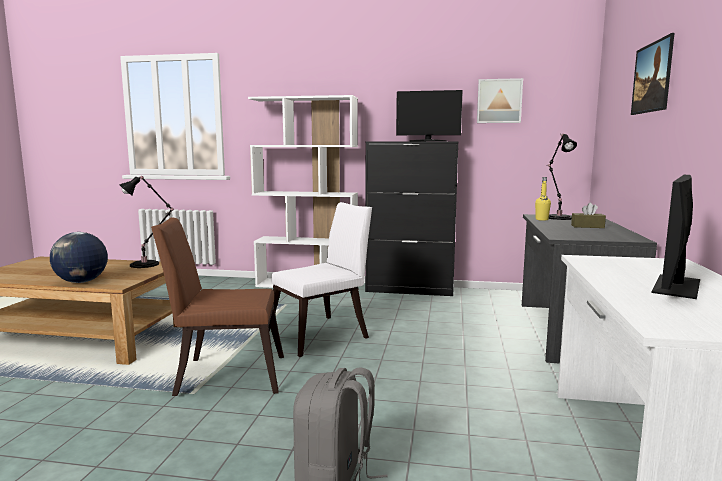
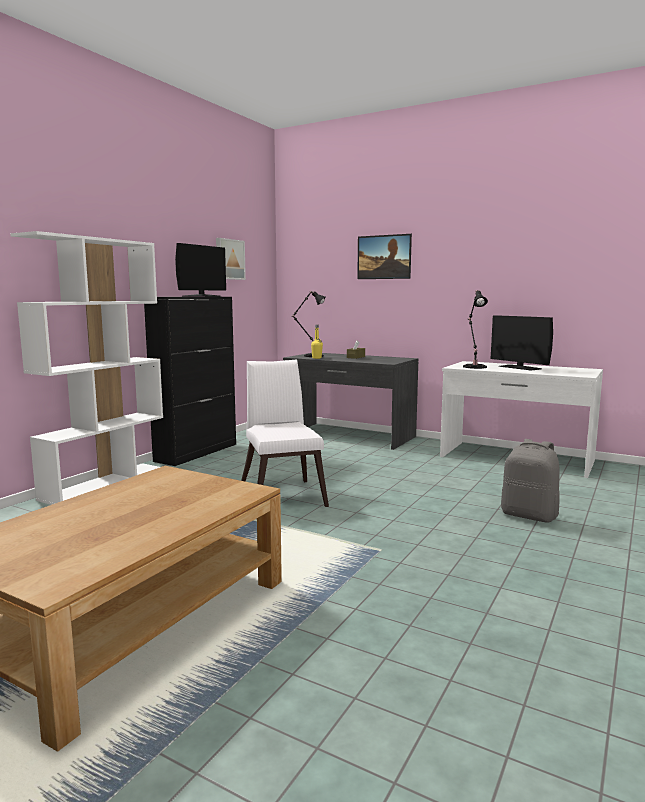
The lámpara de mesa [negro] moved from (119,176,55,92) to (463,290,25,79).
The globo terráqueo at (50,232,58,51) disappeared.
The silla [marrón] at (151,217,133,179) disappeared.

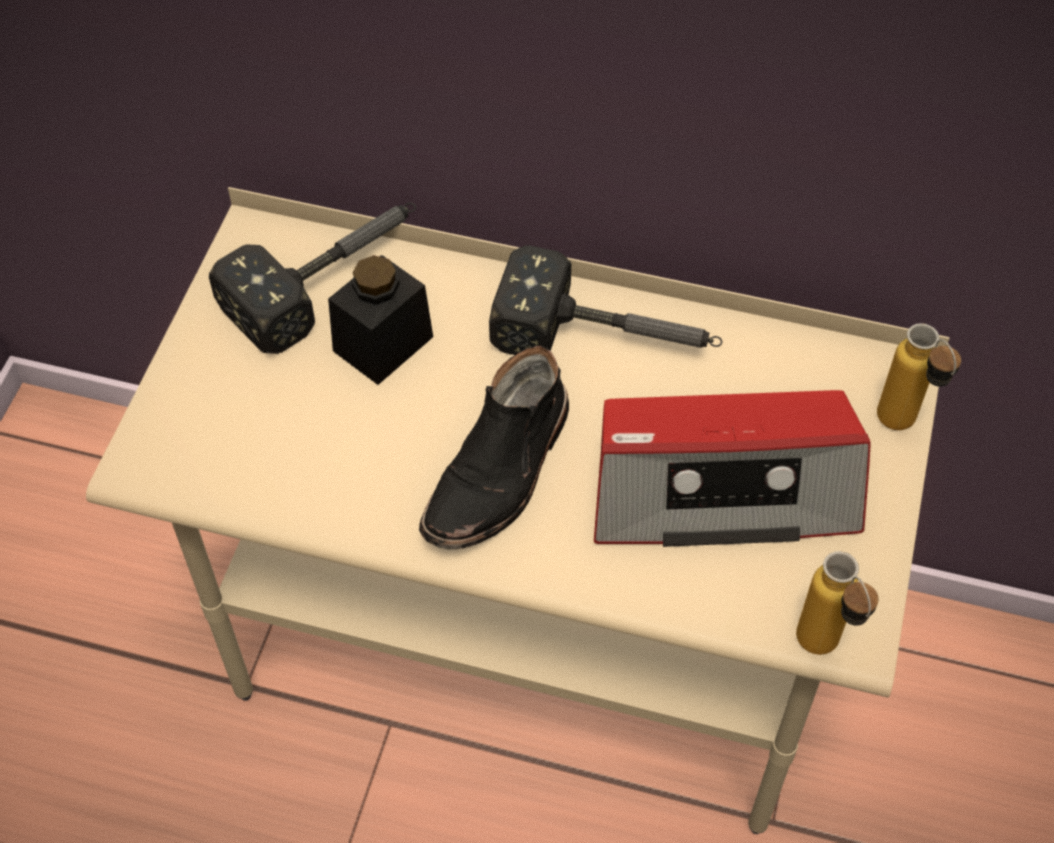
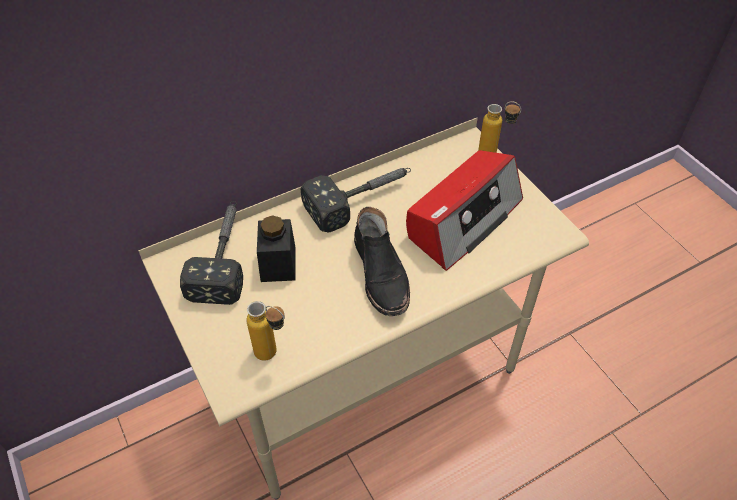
The botella moved from (796,551,83,104) to (246,301,39,60).

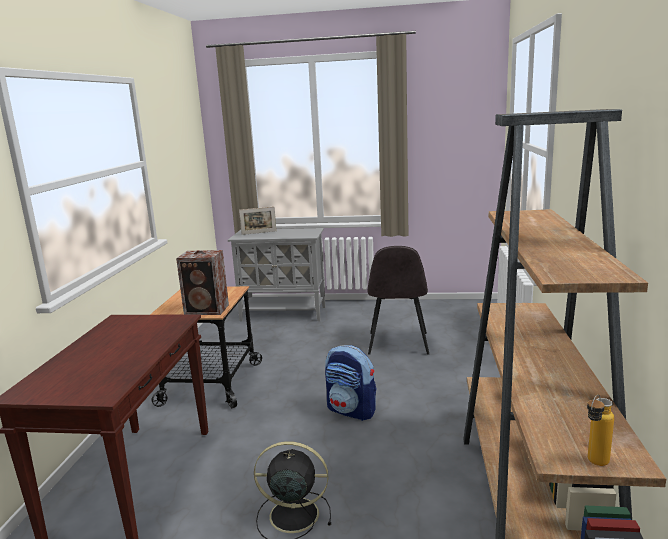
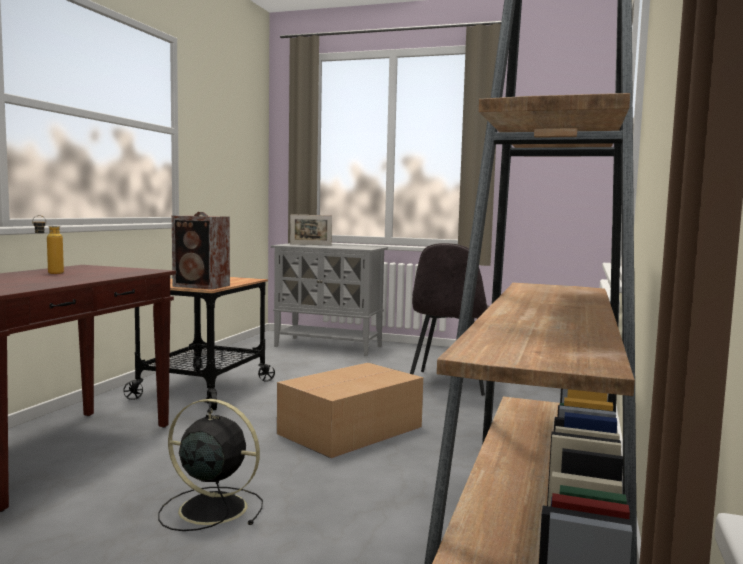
The botella moved from (587,394,27,72) to (32,215,32,59).
The mochila at (325,345,52,76) was replaced by the caja de cartón at (277,363,146,95).

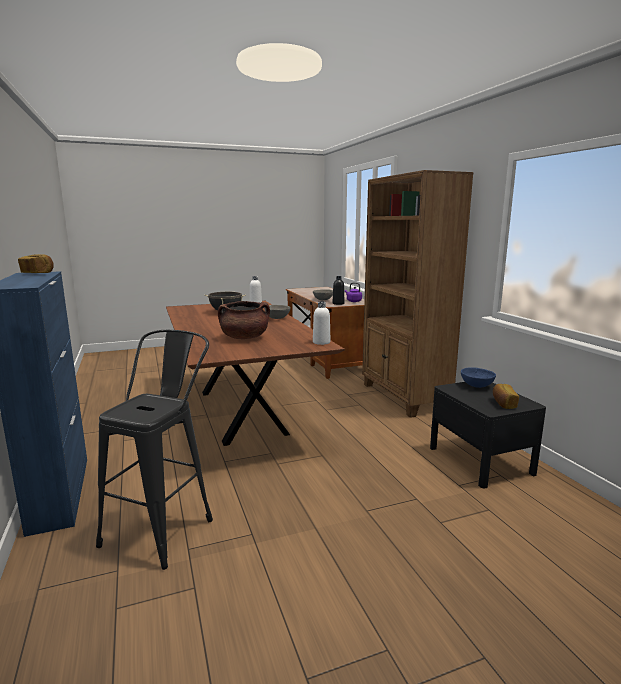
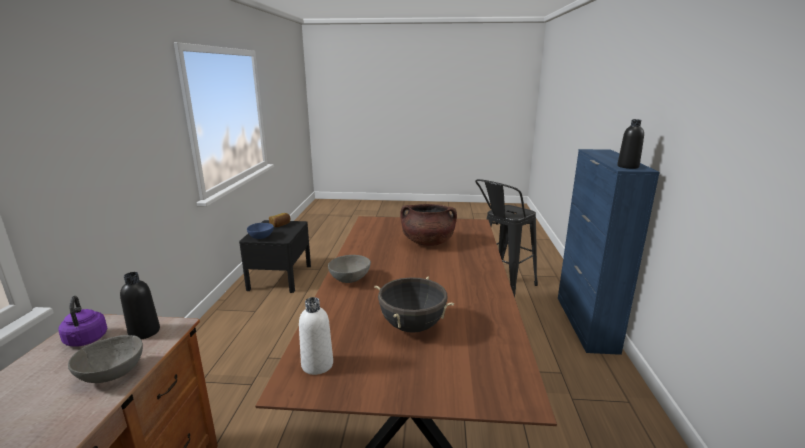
The pan at (18,254,36,19) was replaced by the botella [negro] at (617,119,27,50).
The botella [blanco] at (313,301,17,44) disappeared.
The estantería [marrón] at (362,170,112,248) disappeared.

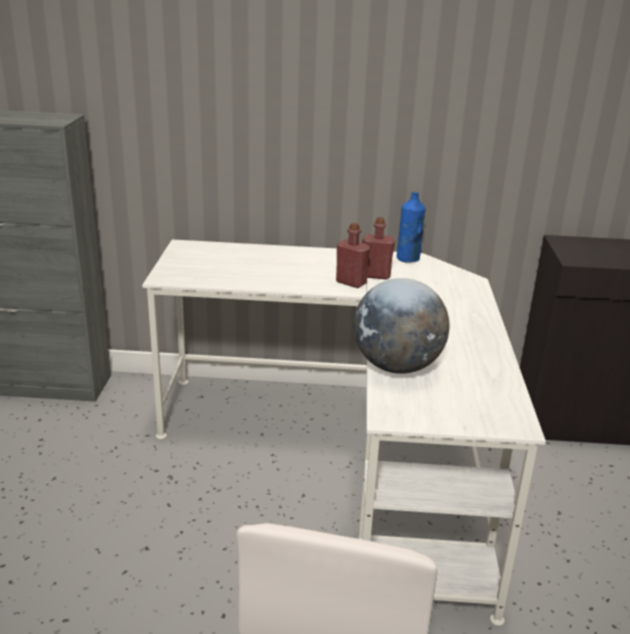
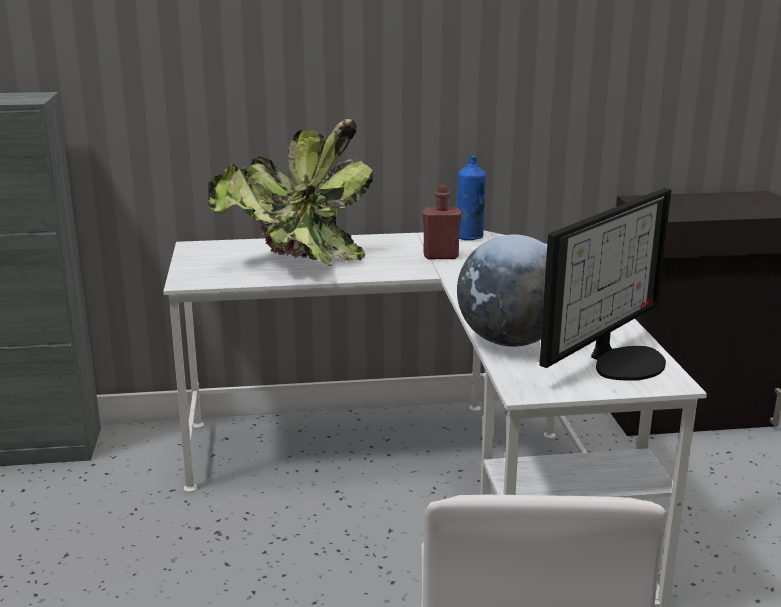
The planta en maceta at (208,119,165,148) appeared.
The monitor at (539,188,132,193) appeared.
The botella [rojo] at (336,223,34,65) disappeared.

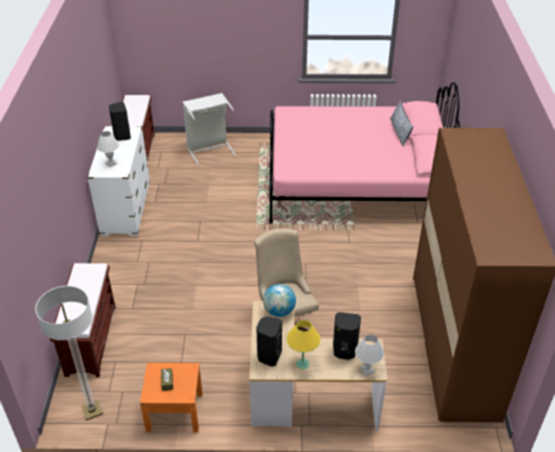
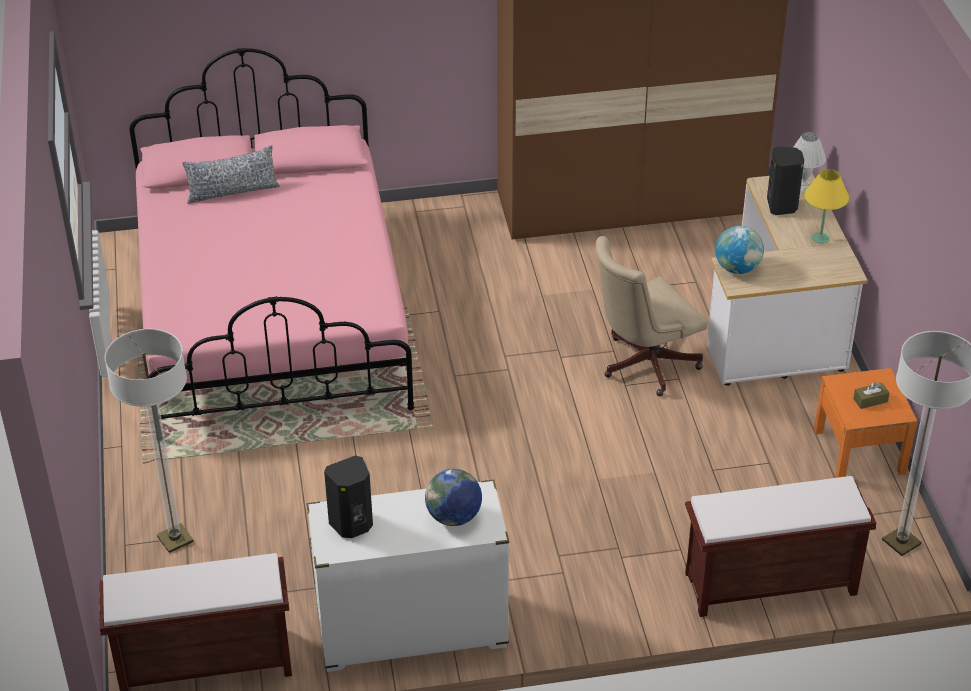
The cesto de la ropa [gris] at (183,93,53,73) was replaced by the lámpara de pie at (105,329,89,224).
The lámpara de mesa [blanco] at (97,131,22,36) was replaced by the globo terráqueo at (425,469,57,57).
The altavoz [negro] at (256,316,26,51) disappeared.

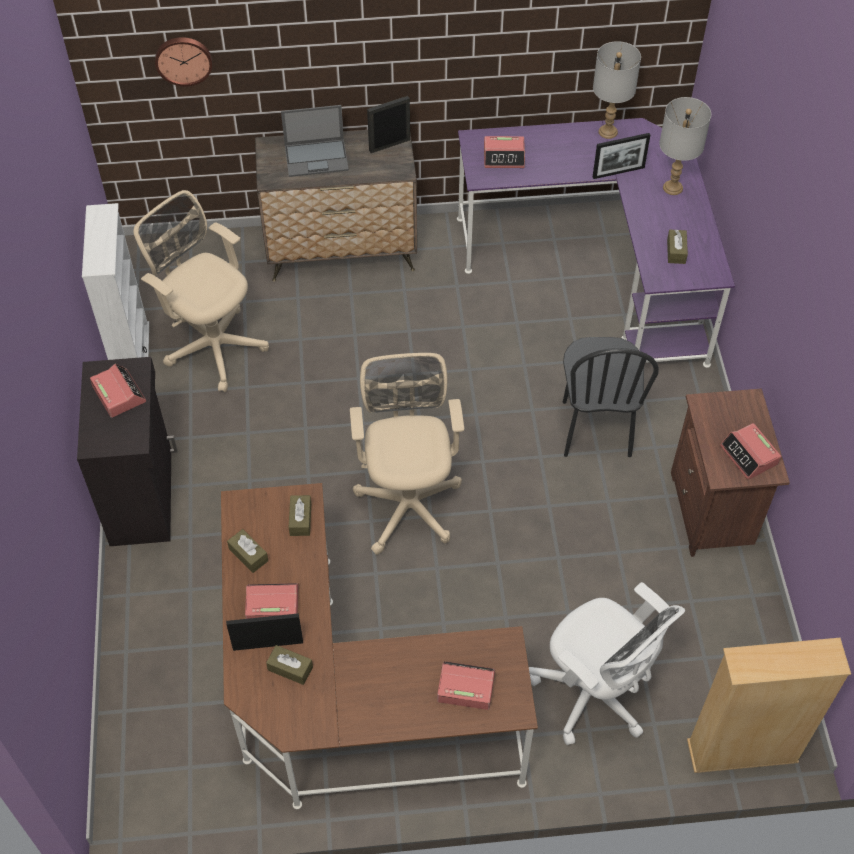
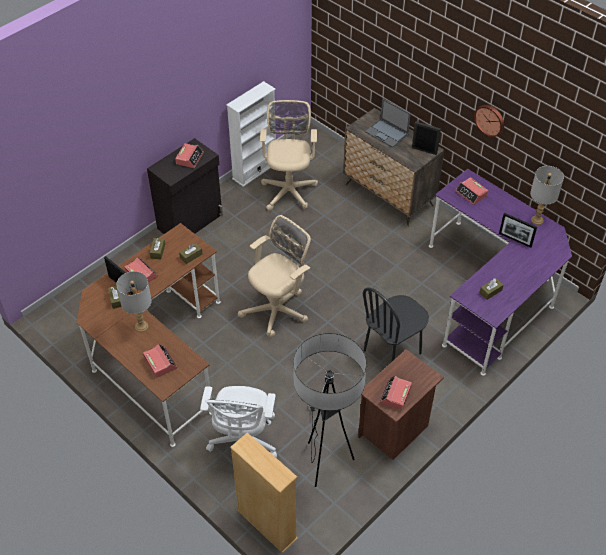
The lámpara de mesa [gris] moved from (659,97,52,98) to (116,271,36,61).
The lámpara de pie at (293,333,74,154) appeared.
The reloj de pared moved from (155,37,57,49) to (474,105,30,32).

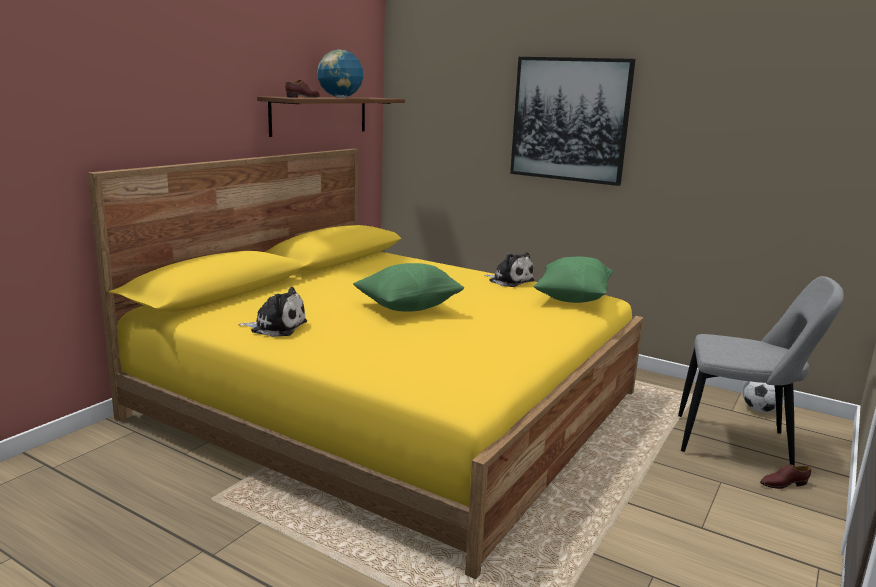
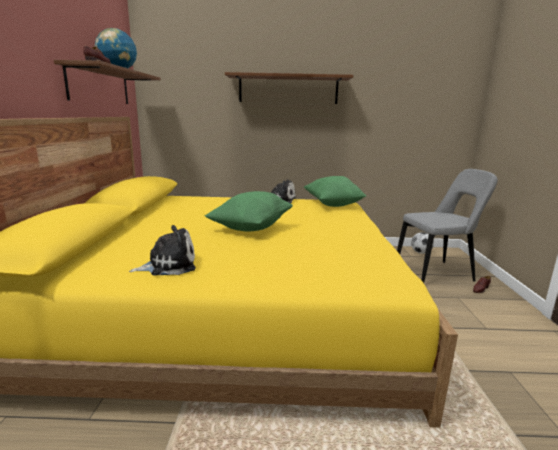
The cuadro at (510,57,126,129) was replaced by the estante [marrón] at (225,72,128,32).

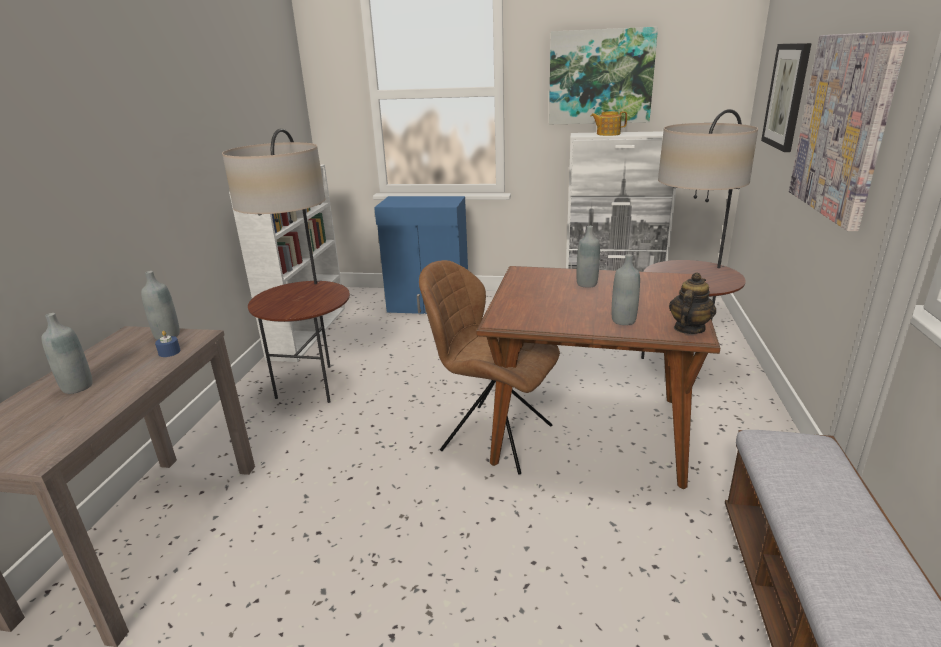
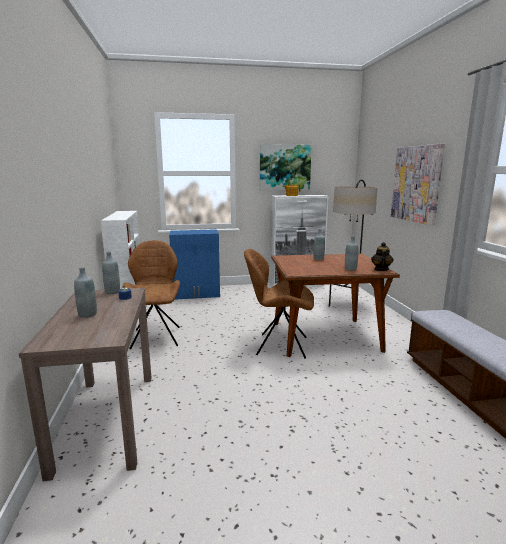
The lámpara de pie at (222,128,128,275) was replaced by the silla [marrón] at (122,240,58,109).
The cuadro at (761,43,51,109) disappeared.

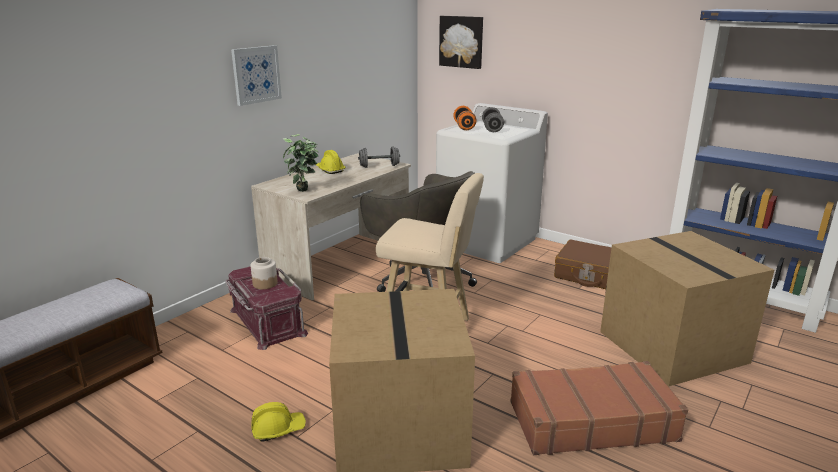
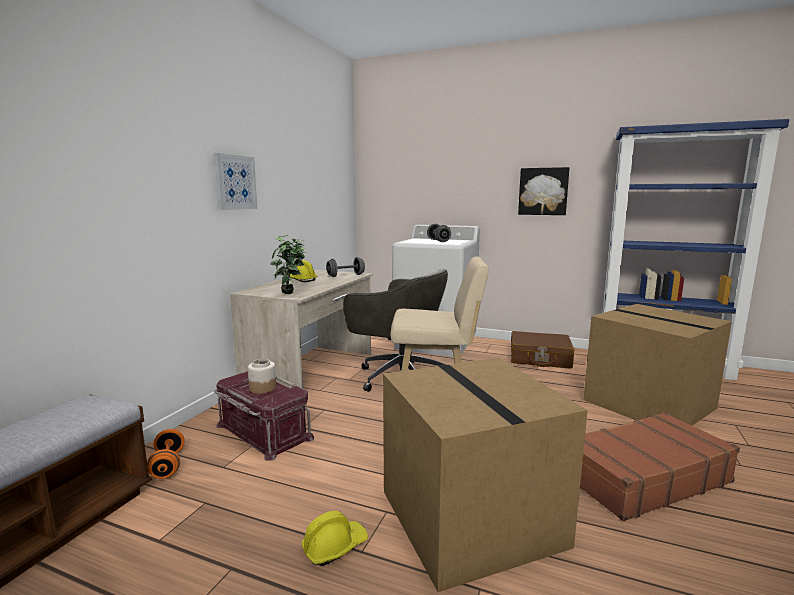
The mancuerna [naranja] moved from (453,106,23,24) to (147,429,38,50).
The cuadro moved from (439,16,44,53) to (518,167,51,48).

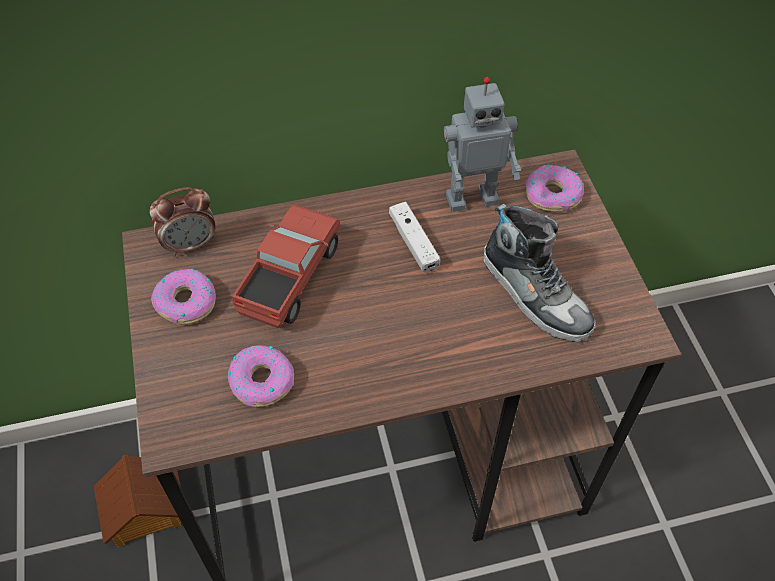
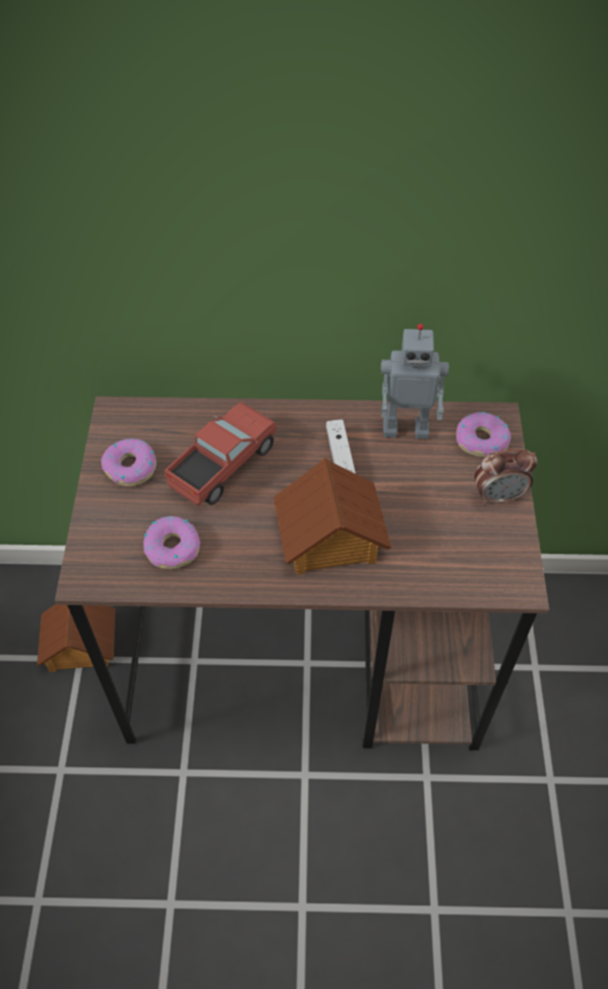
The casita at (273,458,118,117) appeared.
The despertador moved from (150,187,66,70) to (474,449,63,56).
The zapato at (484,204,111,138) disappeared.

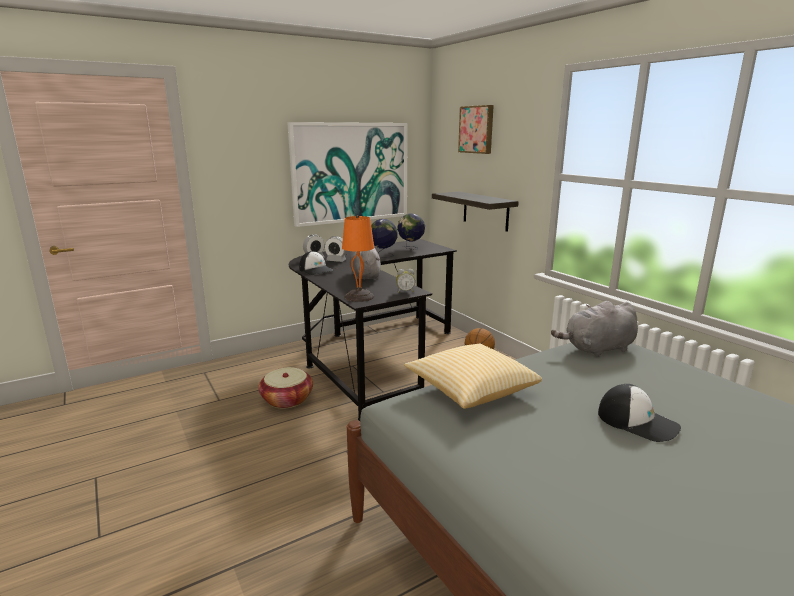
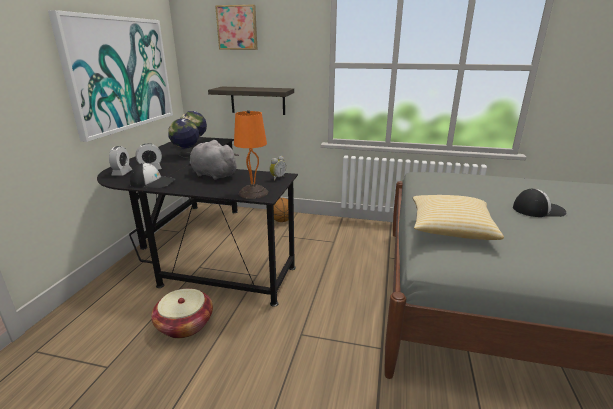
The peluche [gris] at (551,301,87,56) disappeared.

